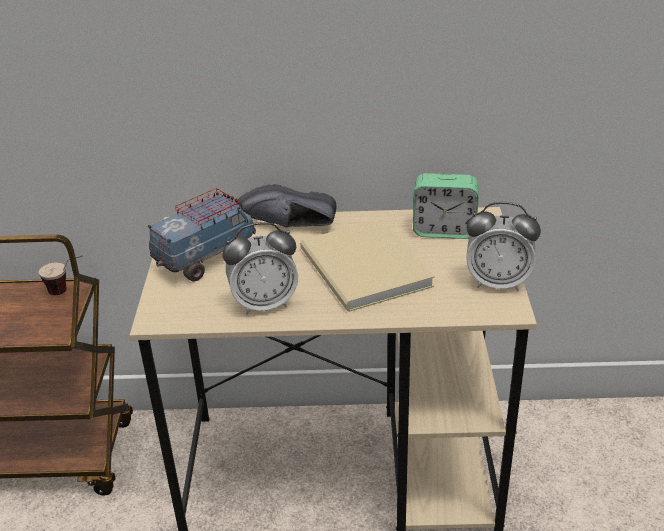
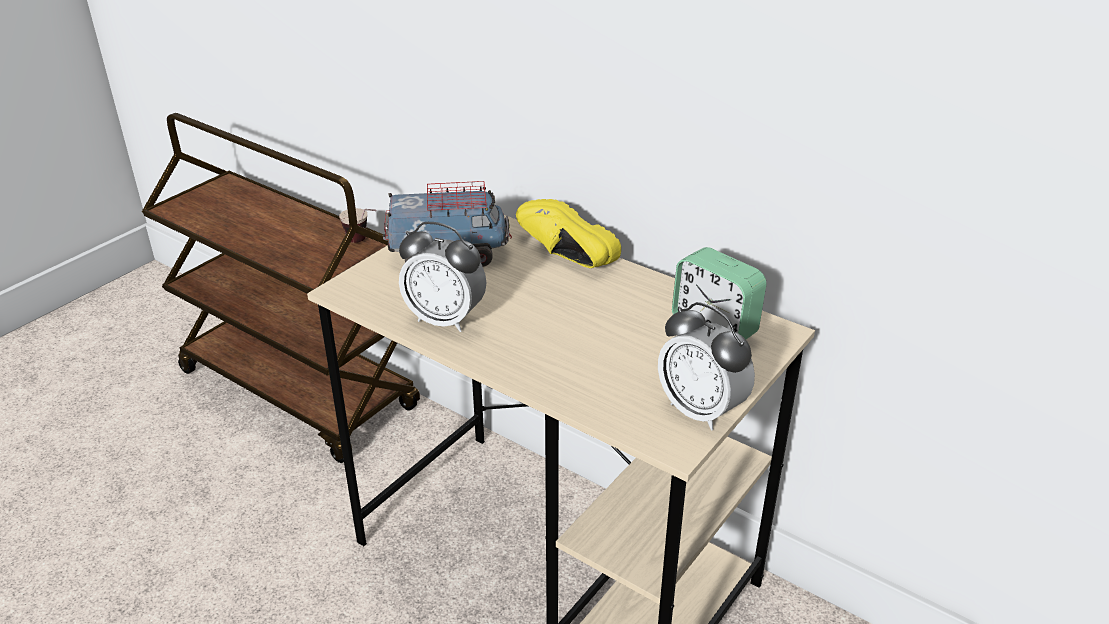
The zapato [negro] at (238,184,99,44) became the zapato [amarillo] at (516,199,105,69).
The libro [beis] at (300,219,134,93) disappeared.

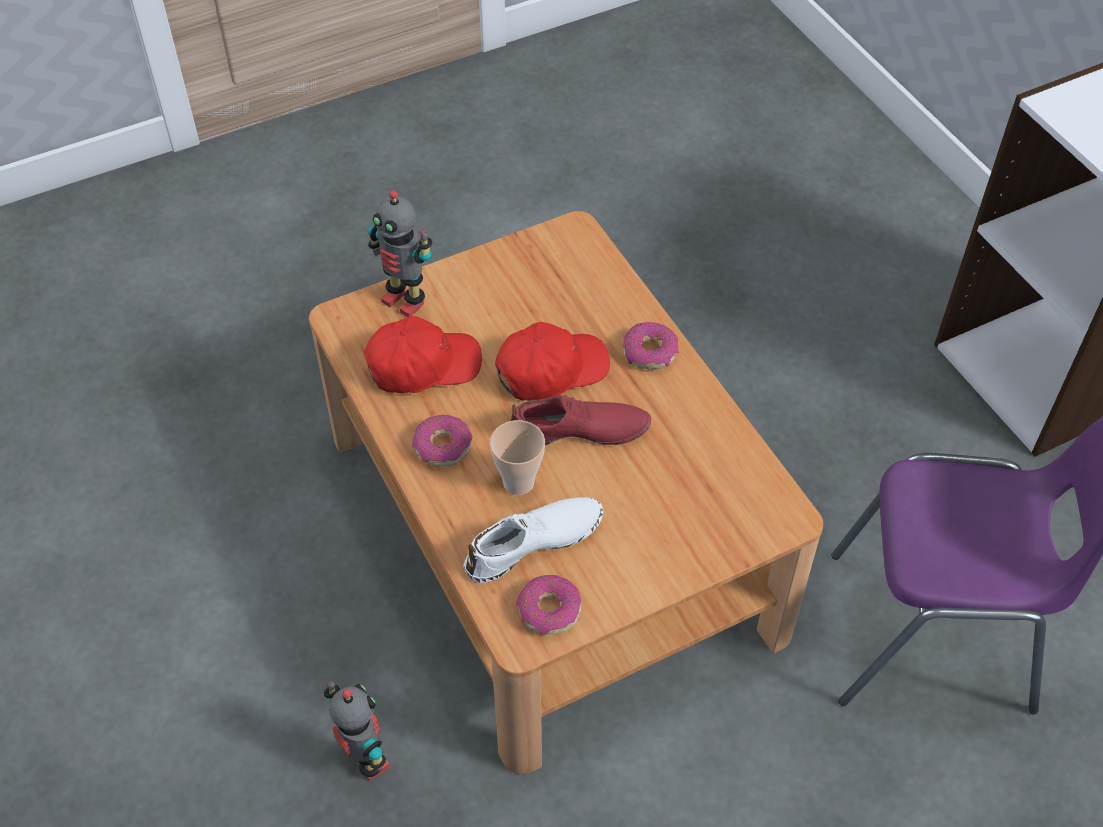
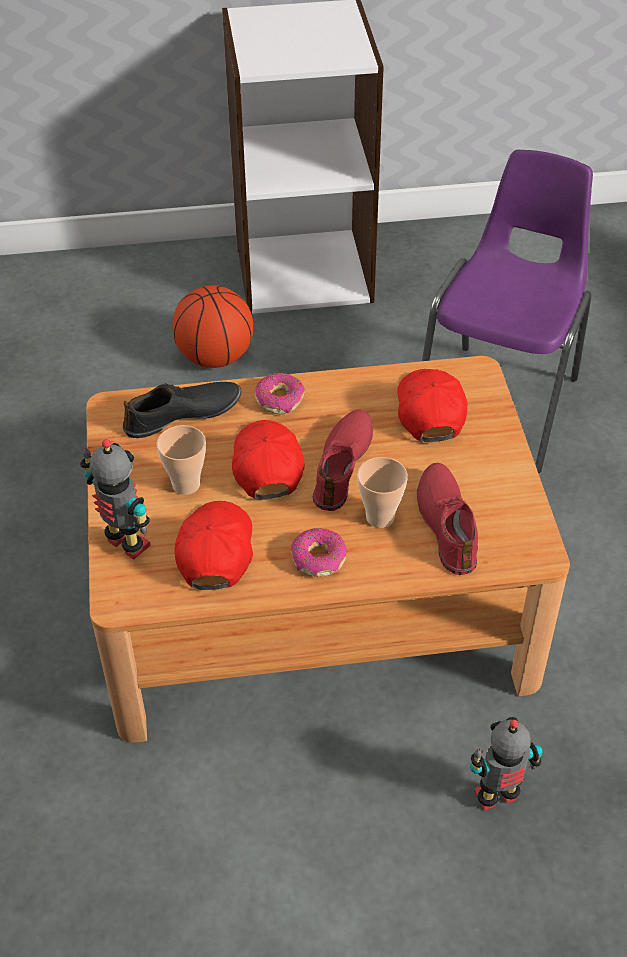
The robot de juguete at (368,190,64,127) turned 105 degrees counterclockwise.
The zapato [negro] at (123,382,119,56) appeared.
The taza at (157,425,49,70) appeared.
The balón de baloncesto at (172,285,81,83) appeared.
The gorra [rojo] at (397,369,71,73) appeared.
The zapato [blanco] at (463,497,140,86) became the zapato [rojo] at (417,463,61,112).
The rosquilla at (516,575,65,60) disappeared.

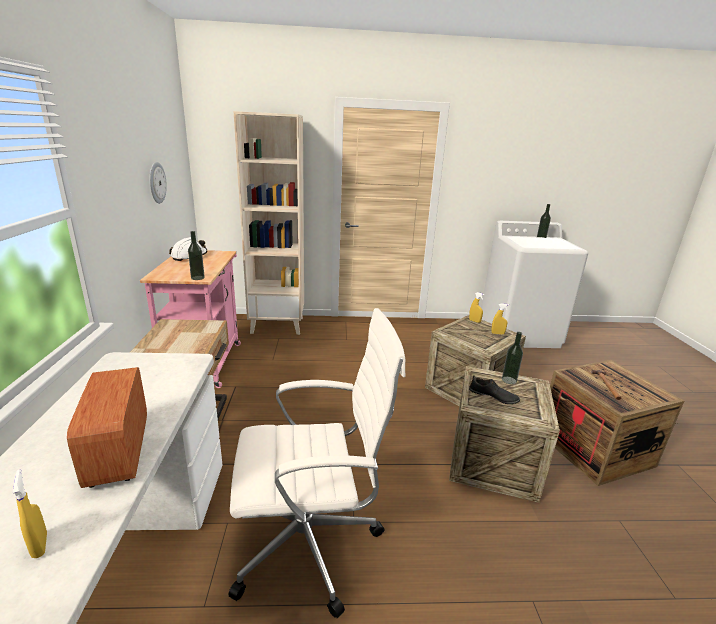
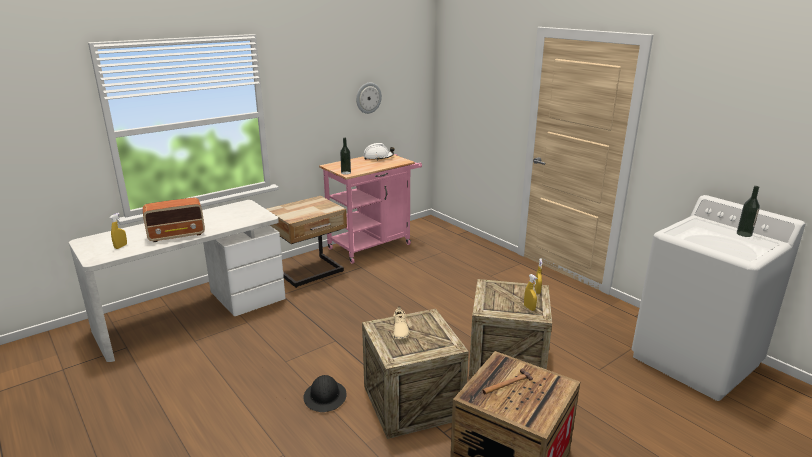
The radio at (67,367,80,121) turned 150 degrees counterclockwise.
The casco [negro] at (303,375,44,37) appeared.
The zapato [negro] at (469,375,51,29) became the zapato [beis] at (393,306,16,34).
The silla de oficina [blanco] at (229,308,177,310) disappeared.
The estantería [beis] at (233,111,71,224) disappeared.
The botella at (502,332,21,52) disappeared.

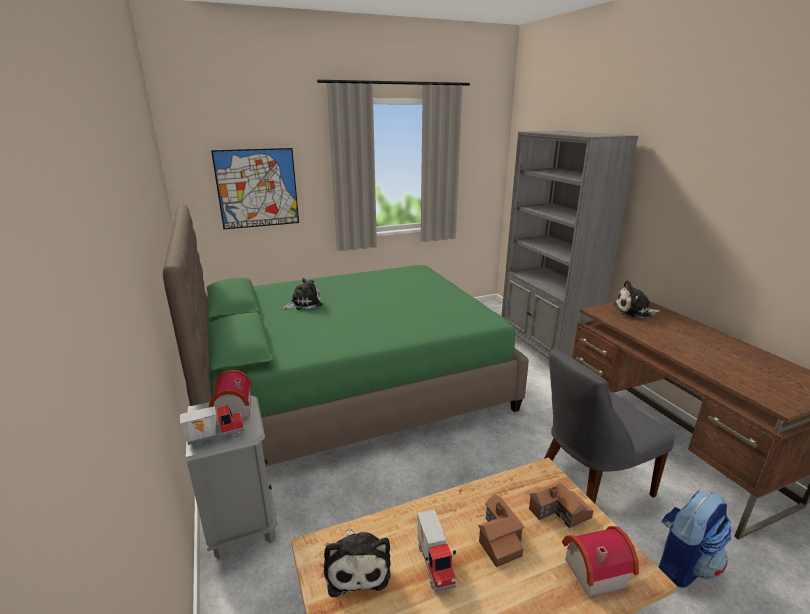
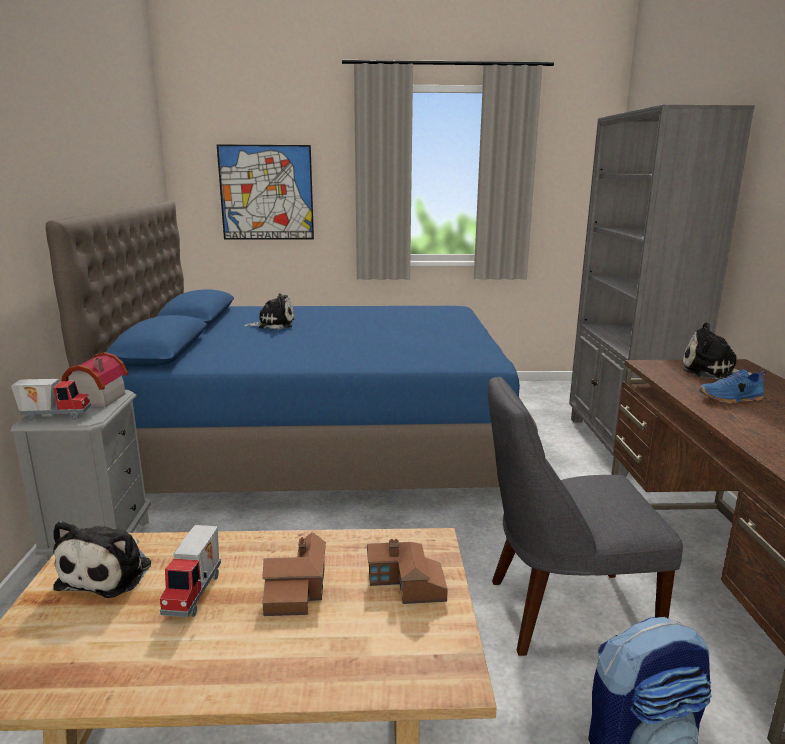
The cama [verde] at (163,204,366,262) became the cama [azul] at (46,200,492,293).
The zapato [azul] at (699,369,67,35) appeared.
The casita at (562,526,77,72) disappeared.

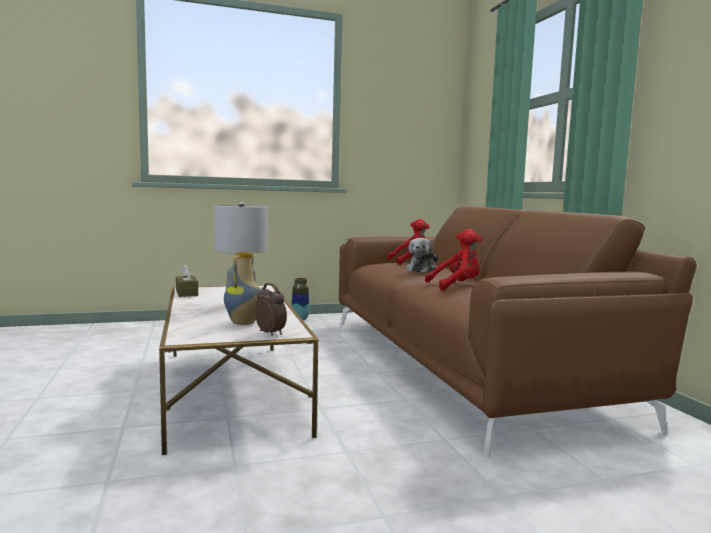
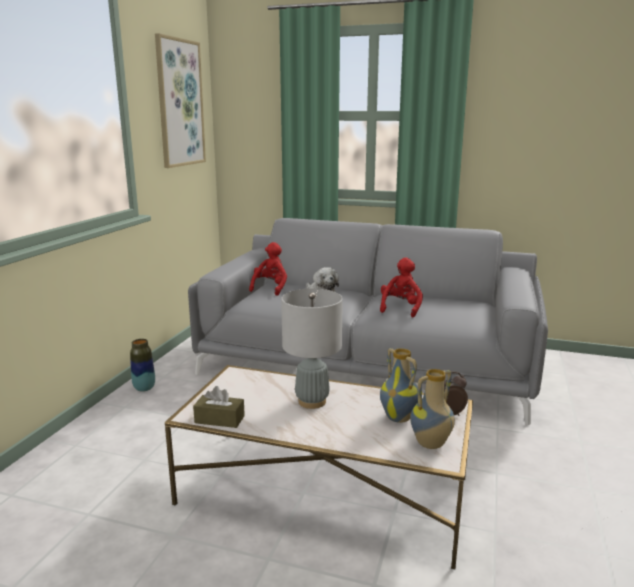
The cuadro at (155,33,51,135) appeared.
The sofá [marrón] at (339,206,358,251) became the sofá [gris] at (188,218,360,207).
The florero at (410,369,45,80) appeared.

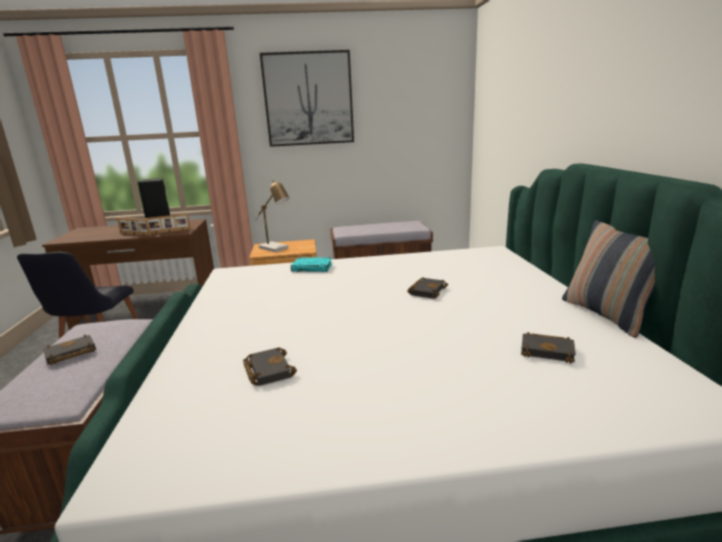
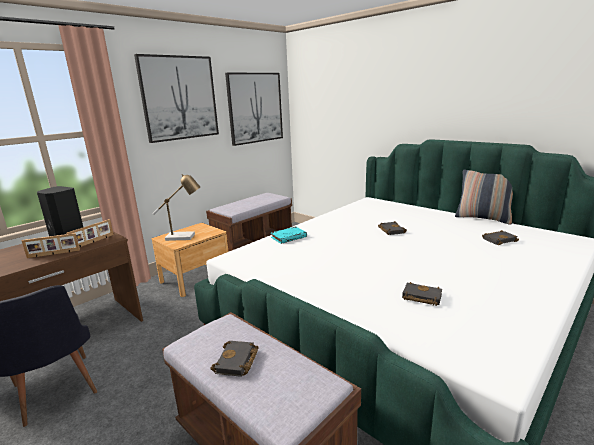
The cuadro at (225,73,58,73) appeared.

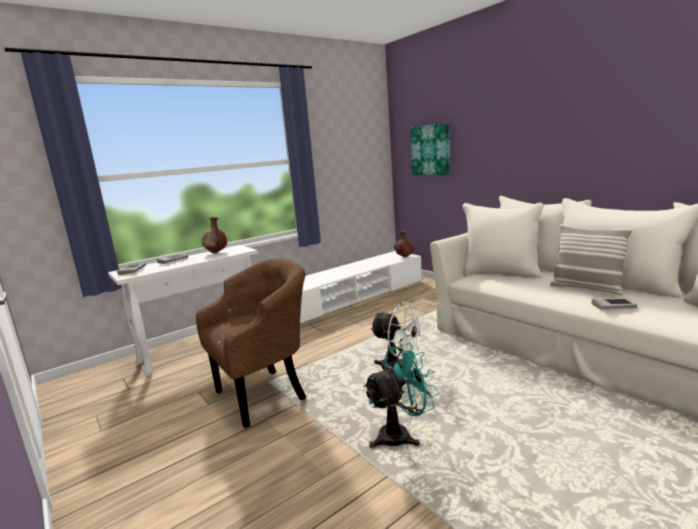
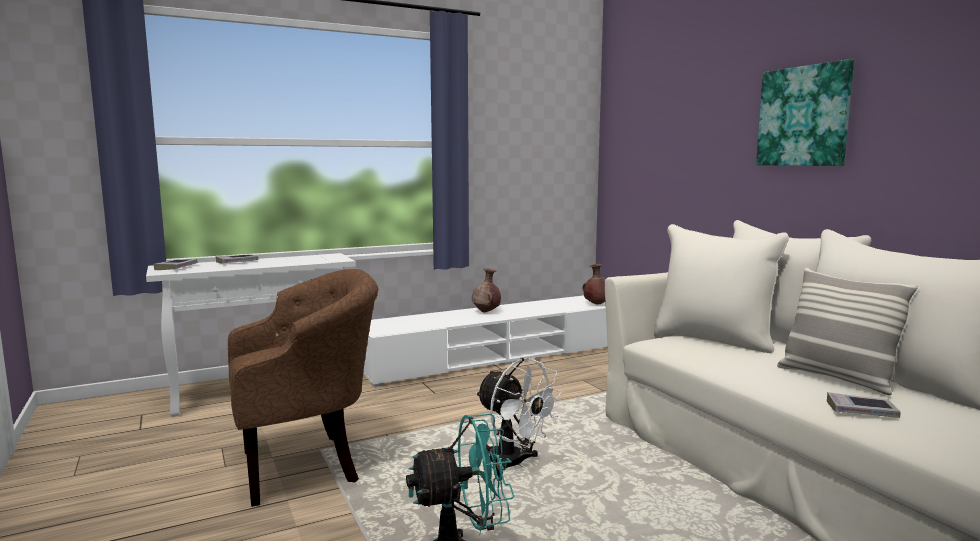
The florero [marrón] moved from (202,217,25,36) to (472,269,29,43).
The cuadro moved from (410,123,40,52) to (756,59,98,107).

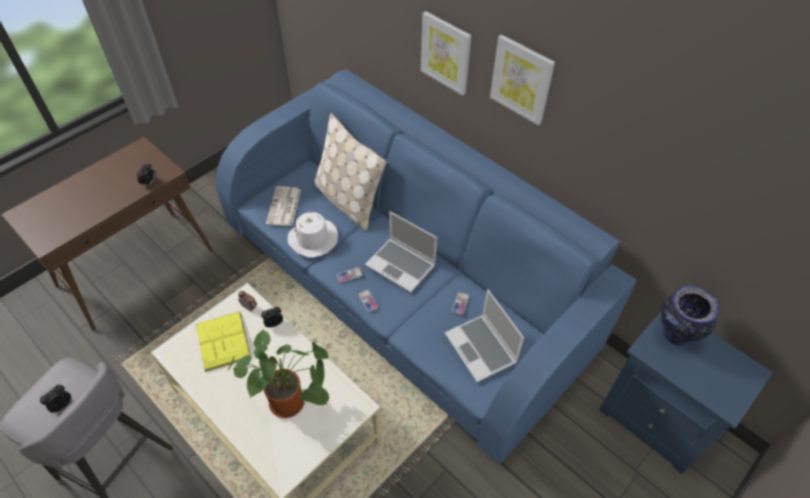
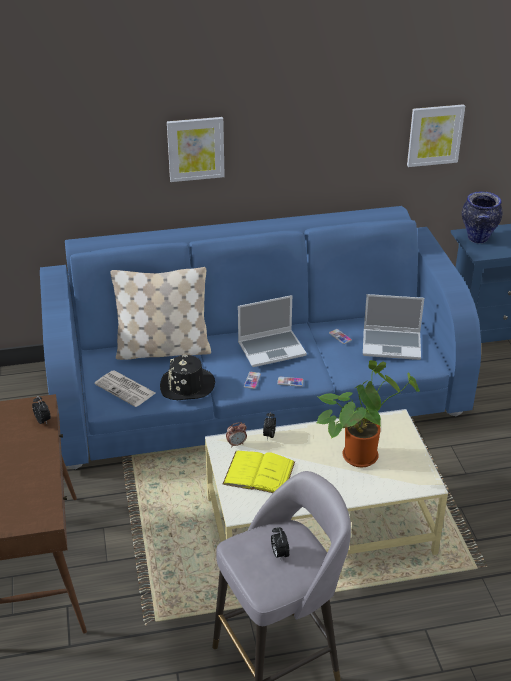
The sombrero [blanco] at (287,211,51,47) became the sombrero [negro] at (160,355,55,45).
The cuadro moved from (490,35,65,90) to (407,104,58,63).

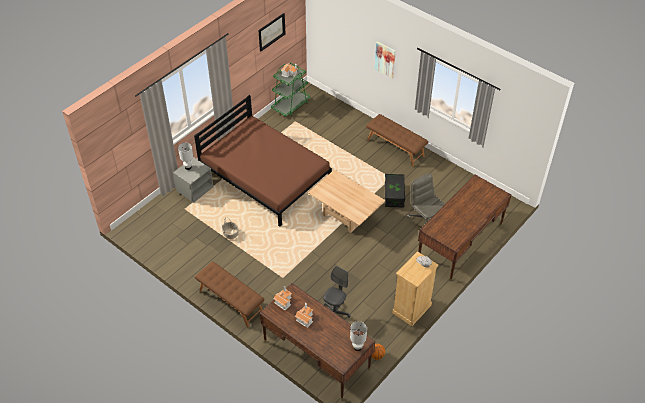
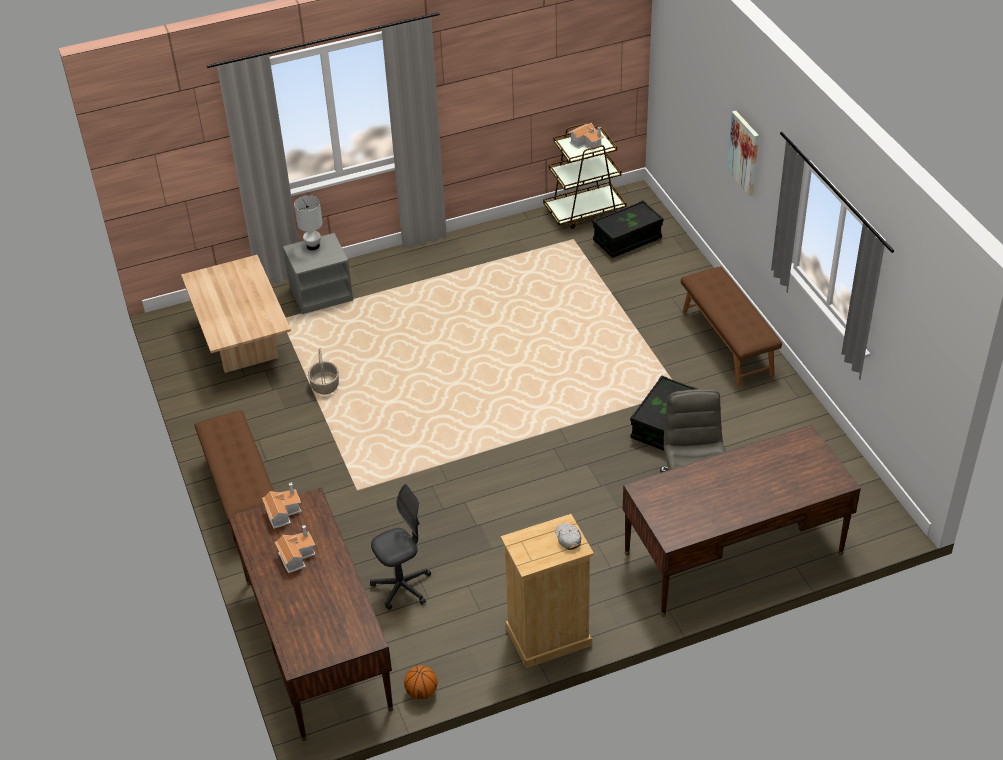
The mesa de centro [beis] moved from (308,169,77,64) to (181,255,110,118).
The carrito [verde] at (271,63,39,54) became the carrito [marrón] at (543,123,83,106).
The caja de almacenaje [negro] at (593,200,70,58) appeared.
The cama [marrón] at (194,95,138,132) disappeared.
The cuadro at (258,13,27,39) disappeared.
The lámpara de mesa [blanco] at (350,321,17,30) disappeared.

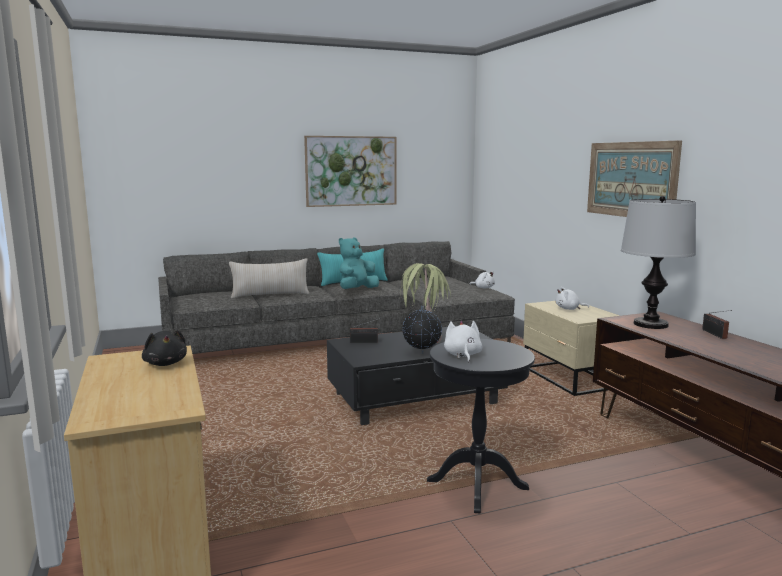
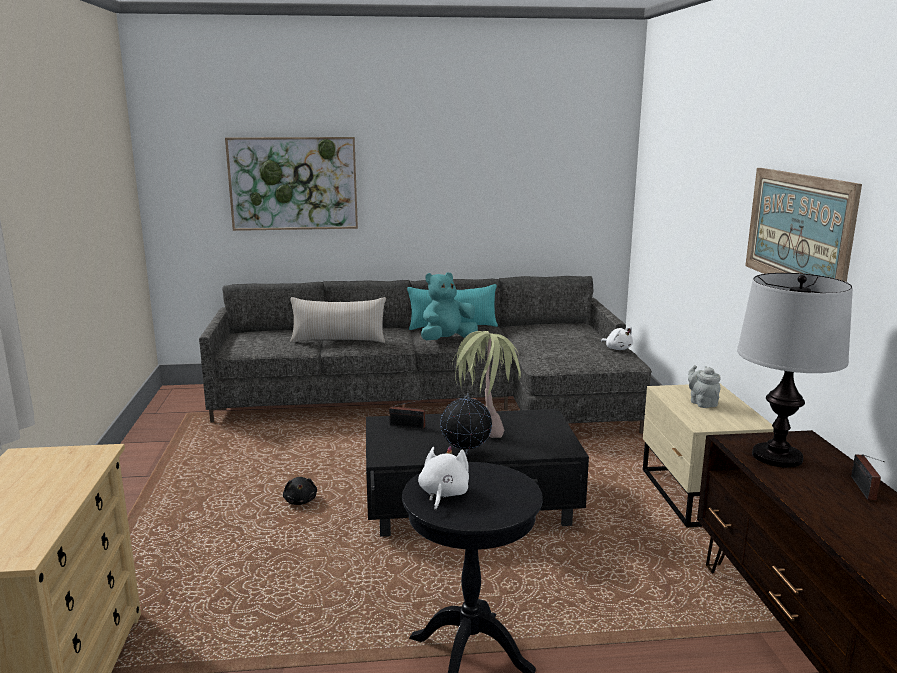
The cuadro moved from (304,136,93,71) to (225,137,133,94).
The peluche [negro] moved from (142,330,45,36) to (283,477,34,28).
The peluche [blanco] at (556,287,33,23) was replaced by the tetera [gris] at (688,365,33,43).

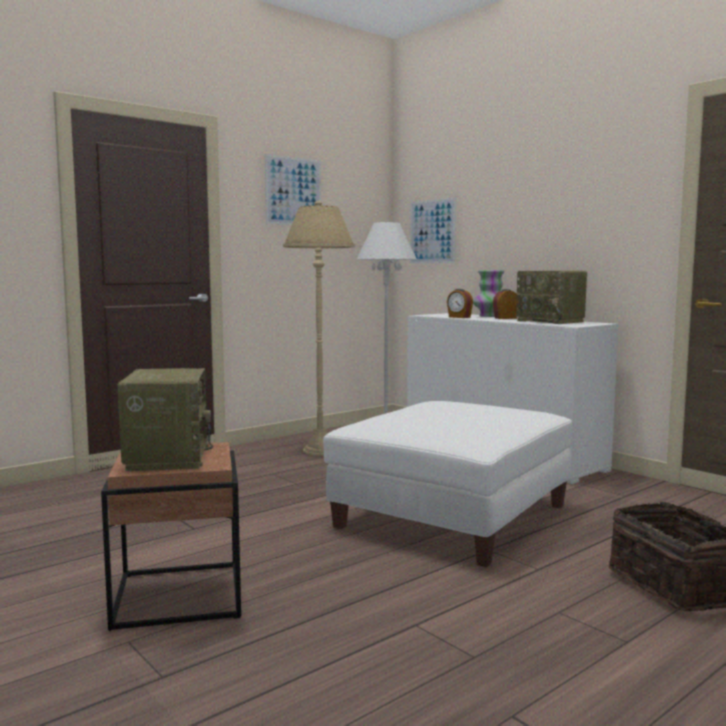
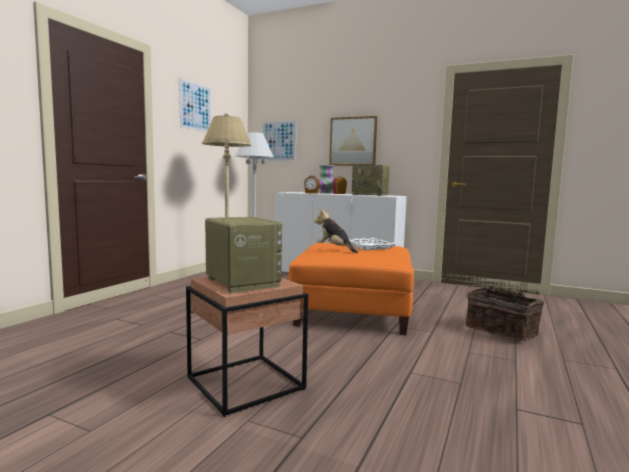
The puf [blanco] at (323,401,249,166) became the puf [naranja] at (289,243,125,92).
The peluche at (314,209,44,44) appeared.
The cuadro at (329,116,48,50) appeared.
The bandeja [blanco] at (349,238,47,12) appeared.

